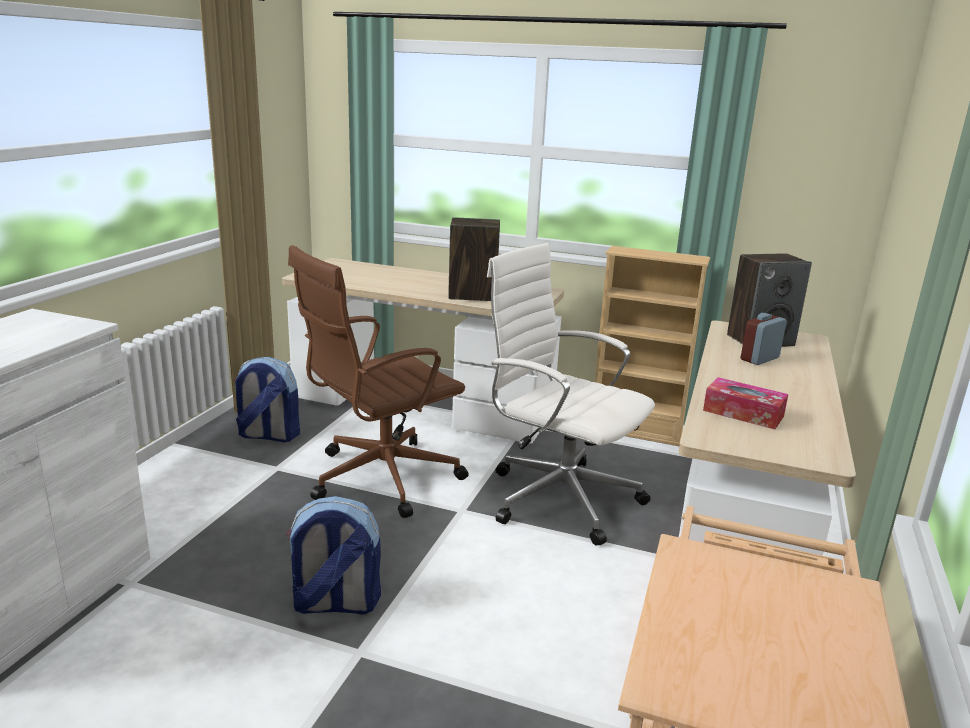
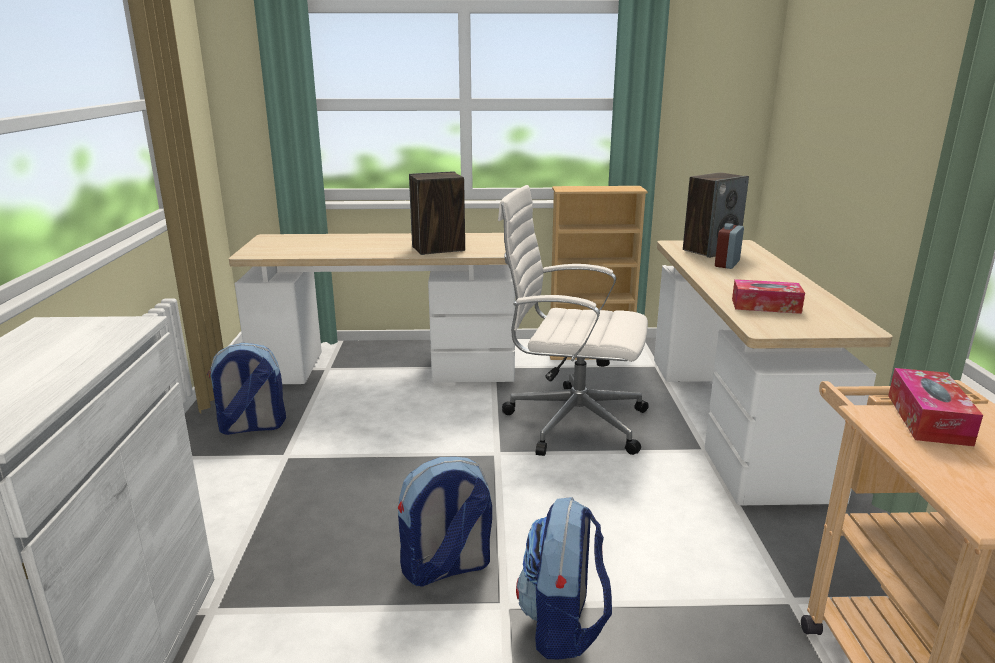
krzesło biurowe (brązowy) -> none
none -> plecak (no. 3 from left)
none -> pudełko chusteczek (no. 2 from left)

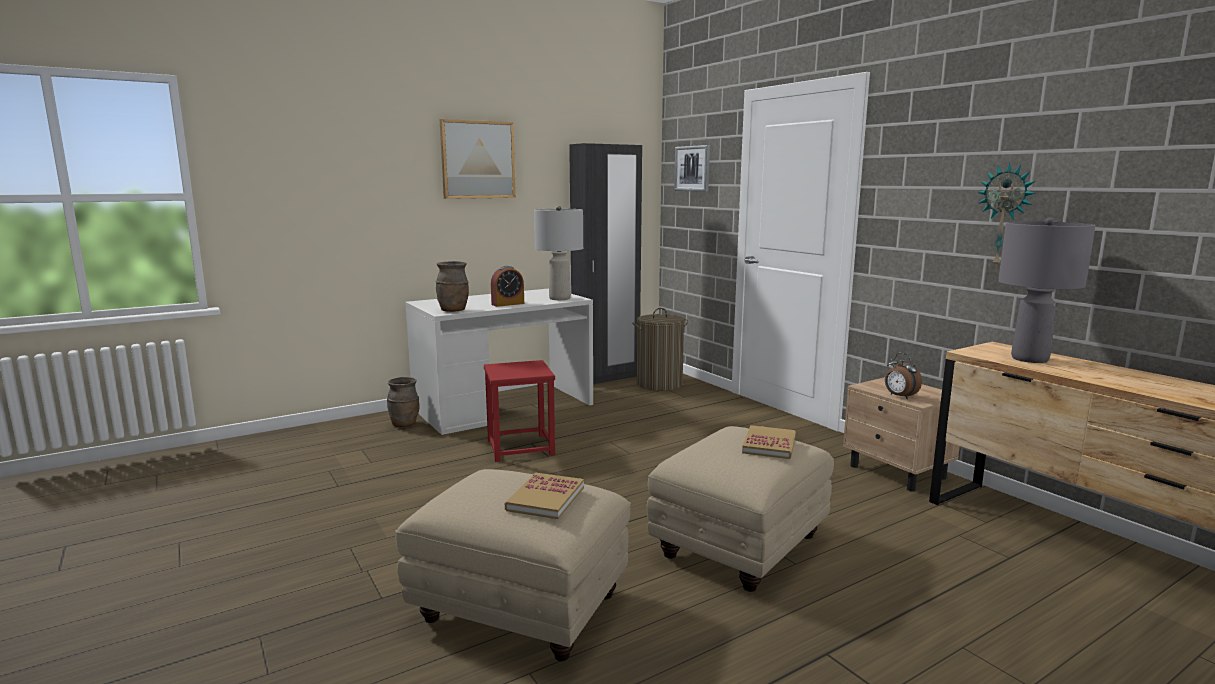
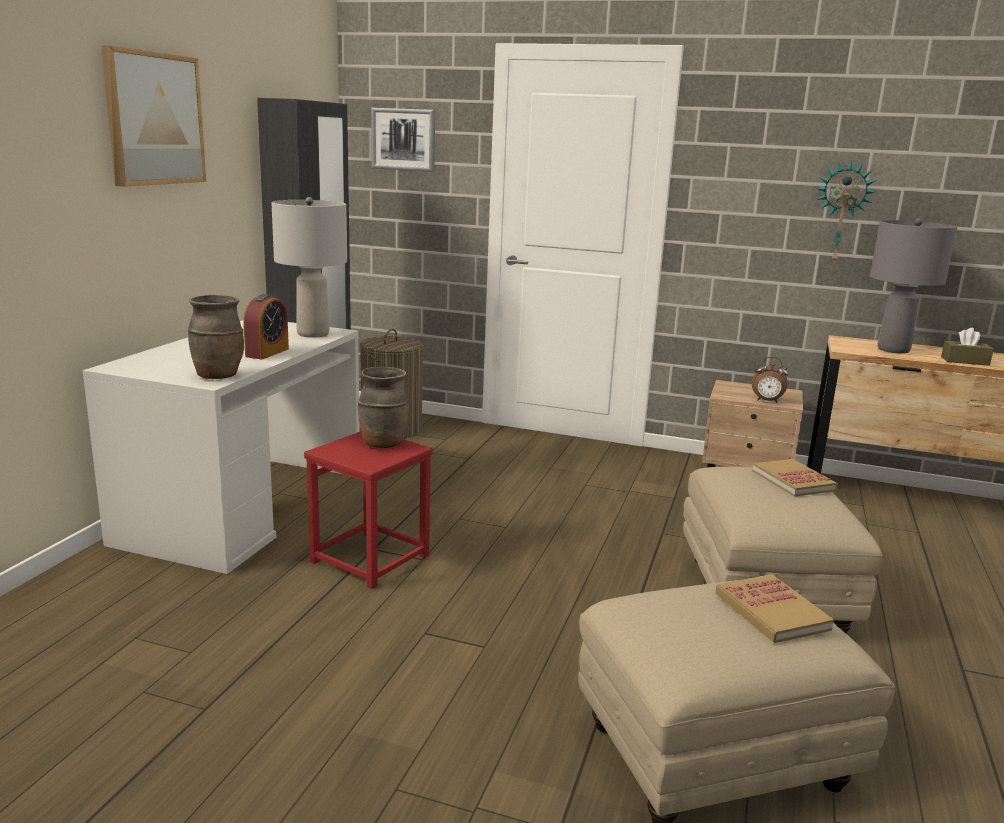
none -> pudełko chusteczek (brązowy)
wazon (brązowy) (no. 1 from left in the first image) -> wazon (brązowy) (no. 2 from left), relocated

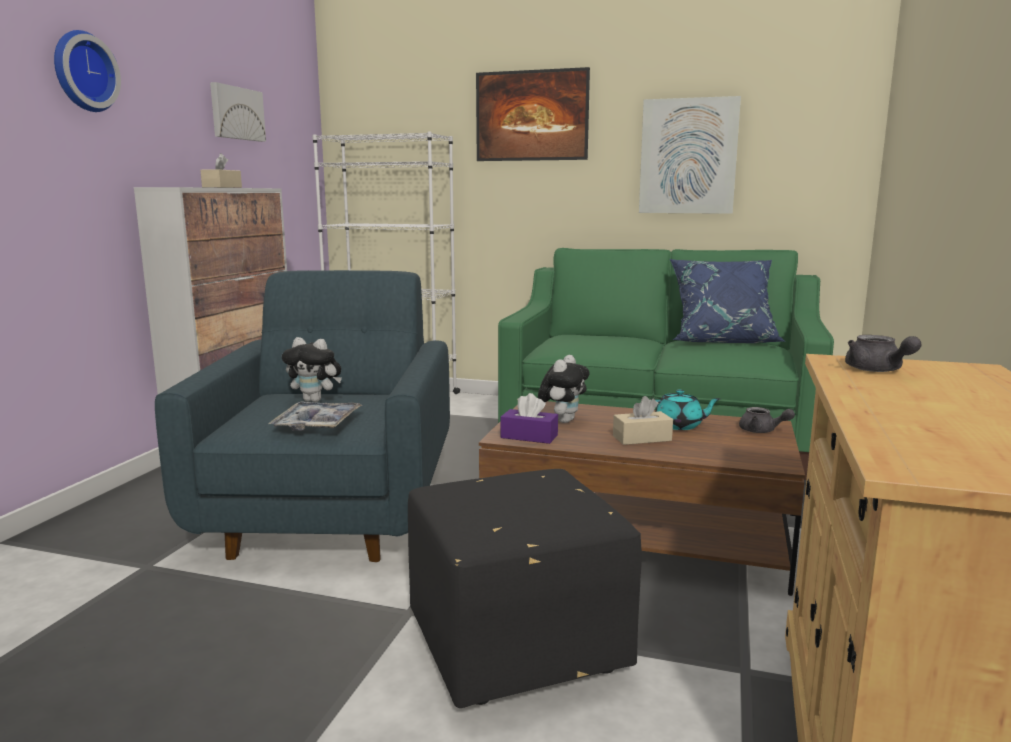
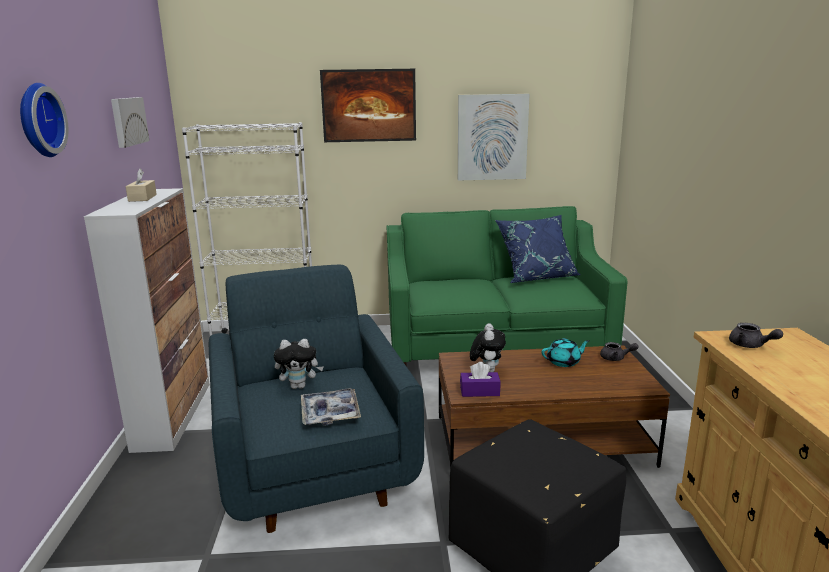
pudełko chusteczek (beżowy) (no. 2 from left) -> none

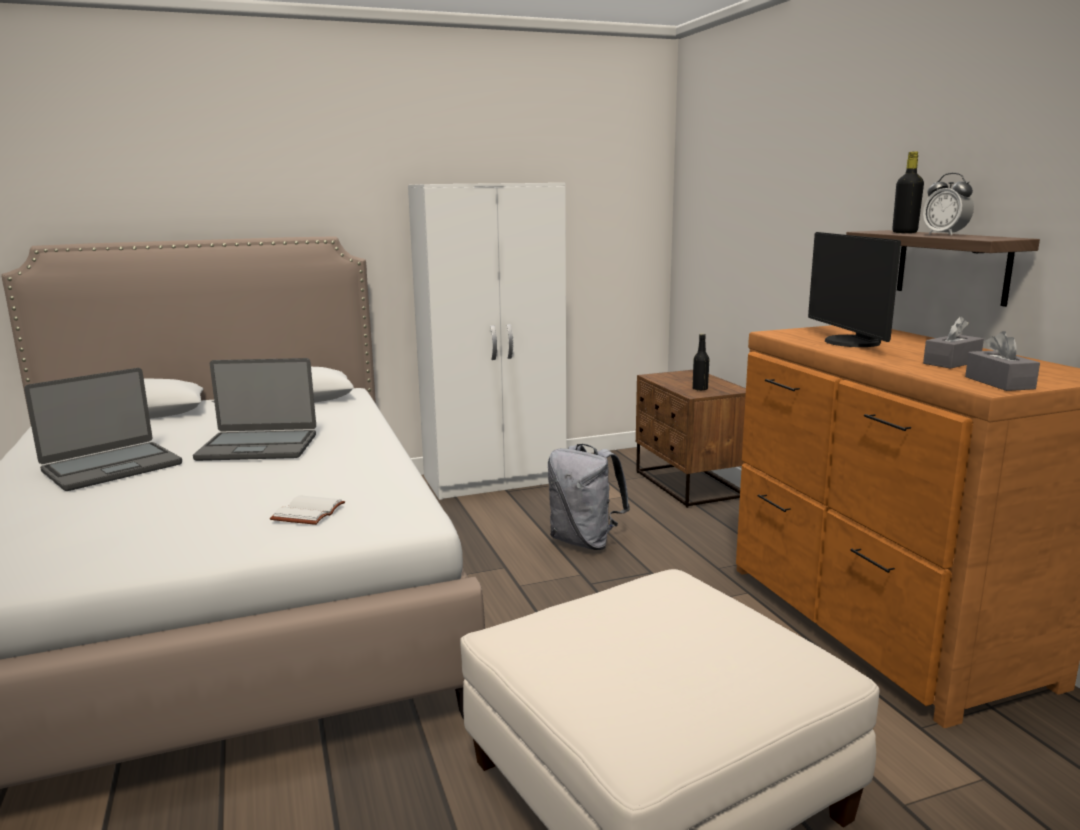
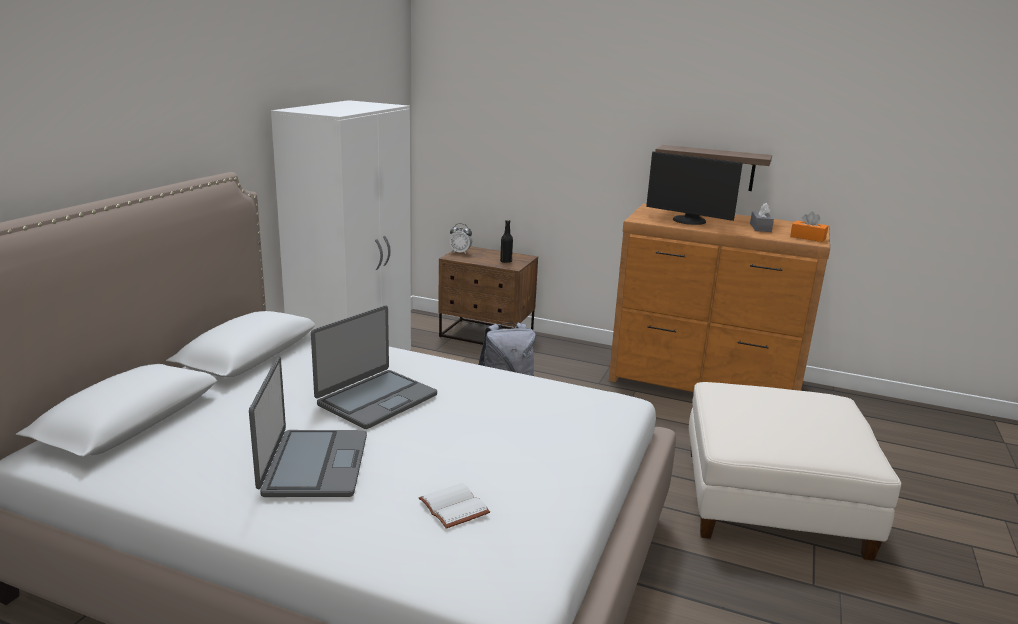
butelka (czarny) (no. 2 from left) -> none
książka (biały), relocated
budzik, relocated
pudełko chusteczek (szary) (no. 2 from left) -> pudełko chusteczek (pomarańczowy)

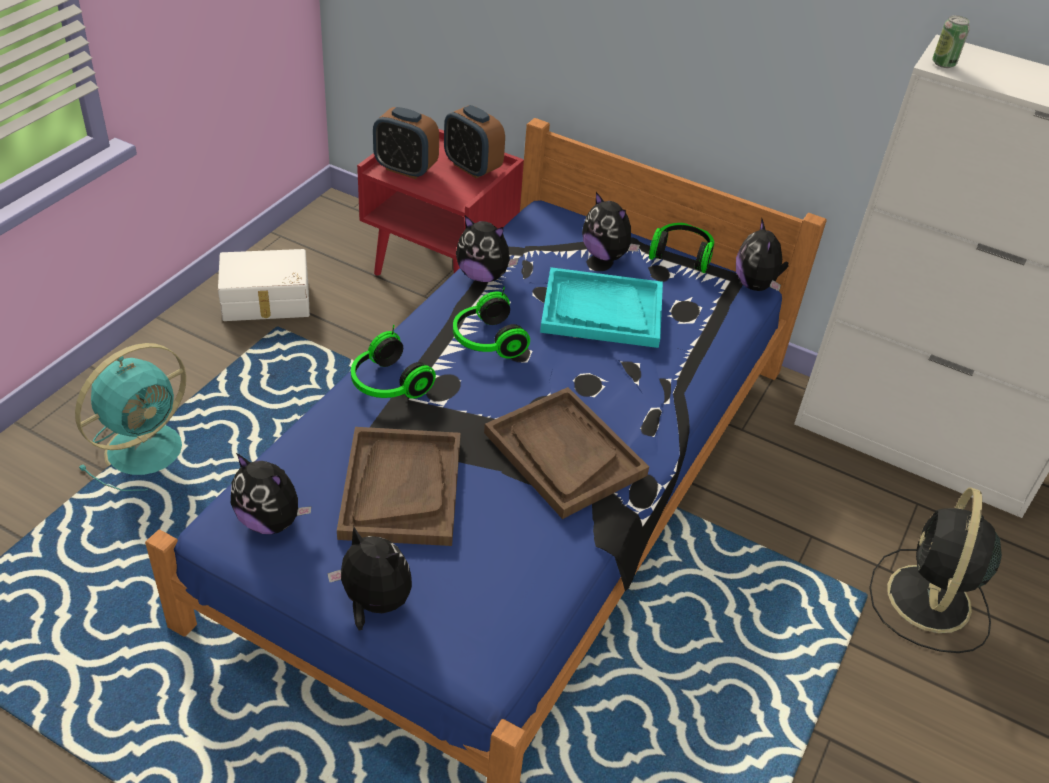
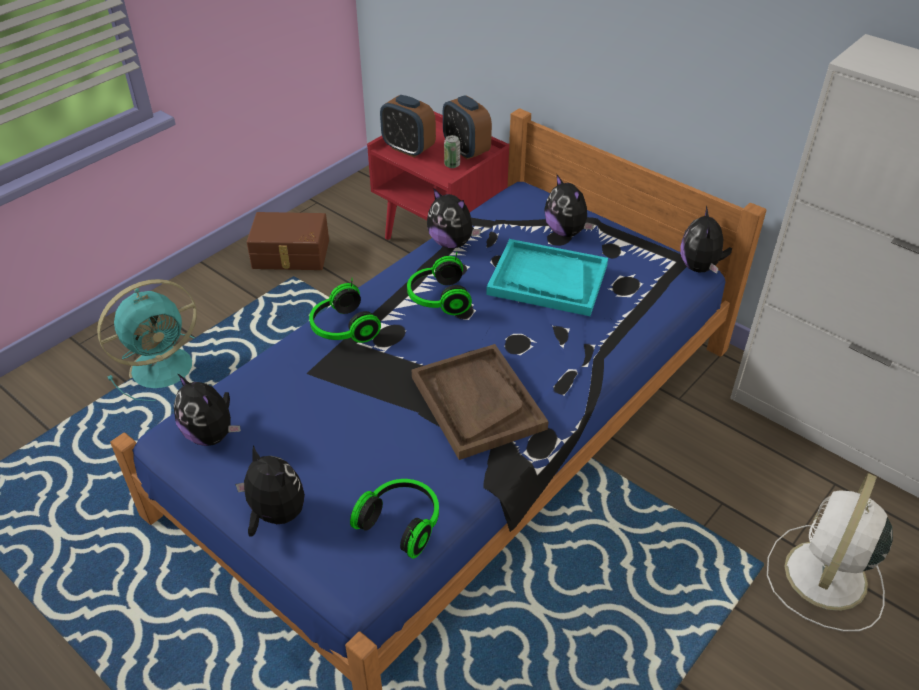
taca (brązowy) (no. 1 from left) -> none
słuchawki (no. 3 from left in the first image) -> słuchawki (no. 2 from left), relocated
puszka, relocated
pojemnik do przechowywania (biały) -> pojemnik do przechowywania (brązowy)
wentylator (czarny) -> wentylator (biały)

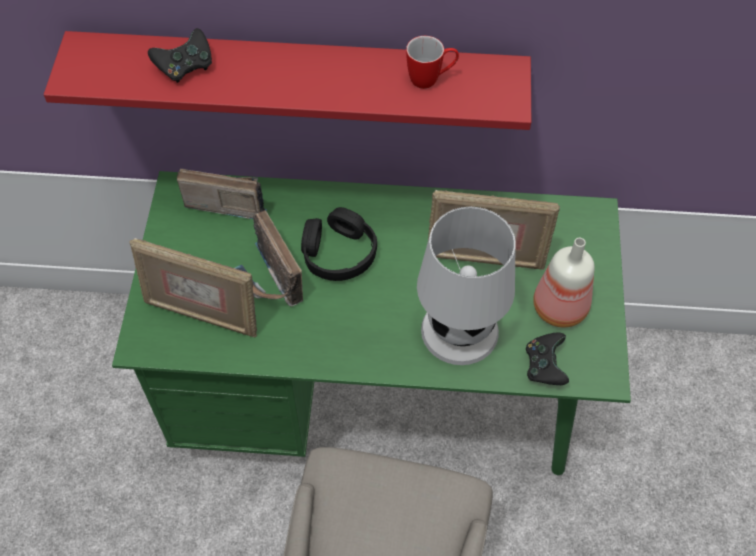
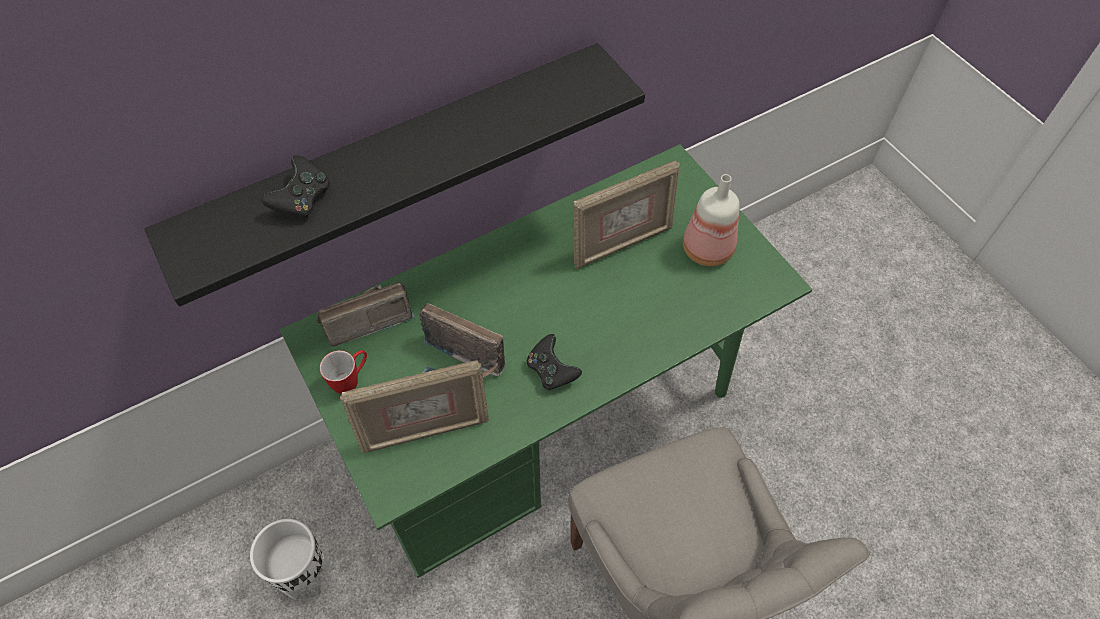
słuchawki (czarny) -> none
lampa stołowa (biały) -> none
none -> donica (biały)
kubek, relocated
pad do gier (czarny) (no. 2 from left), relocated
półka (czerwony) -> półka (czarny)

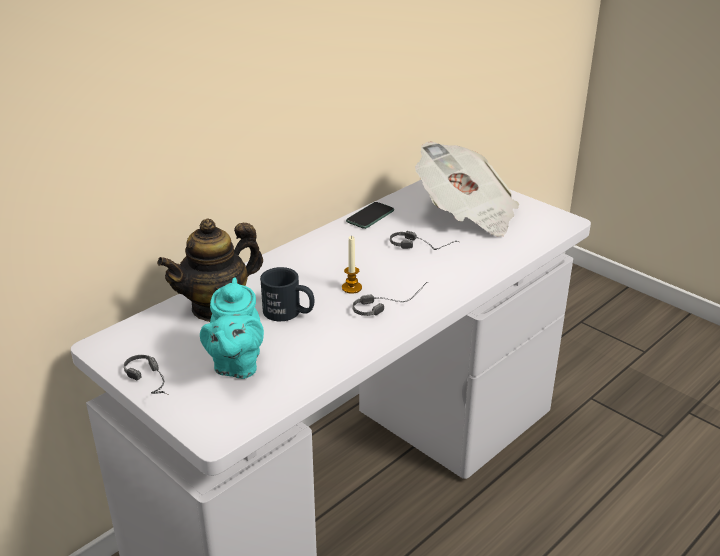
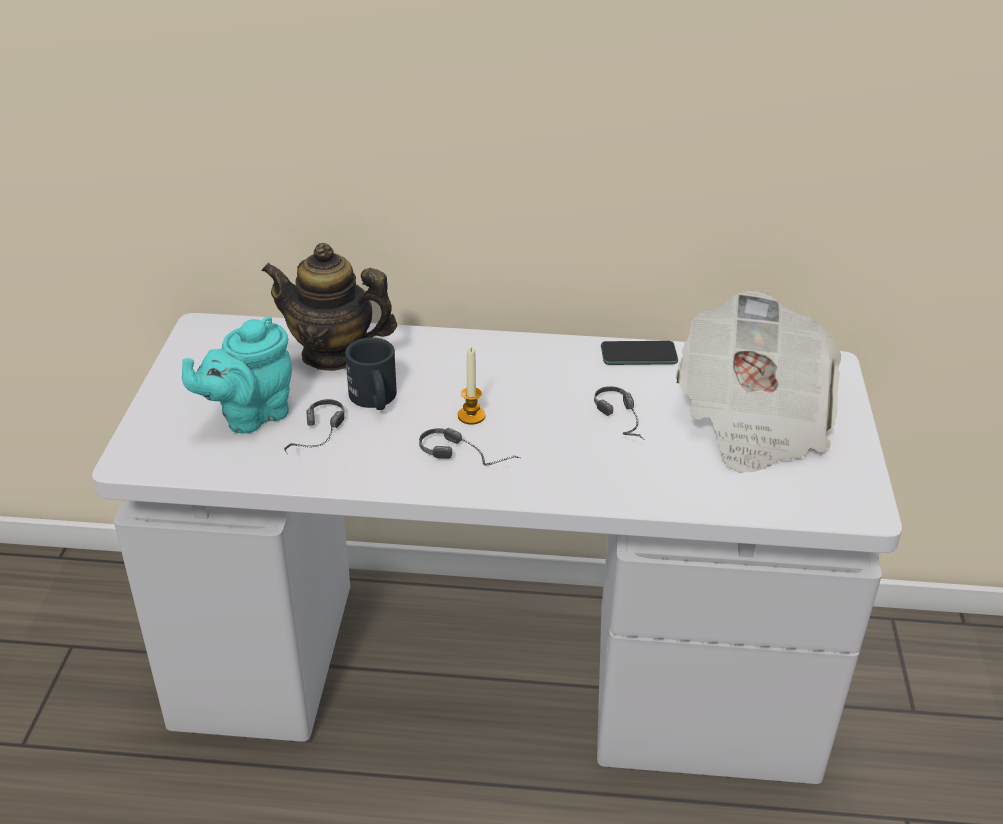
słuchawki (no. 1 from left), relocated

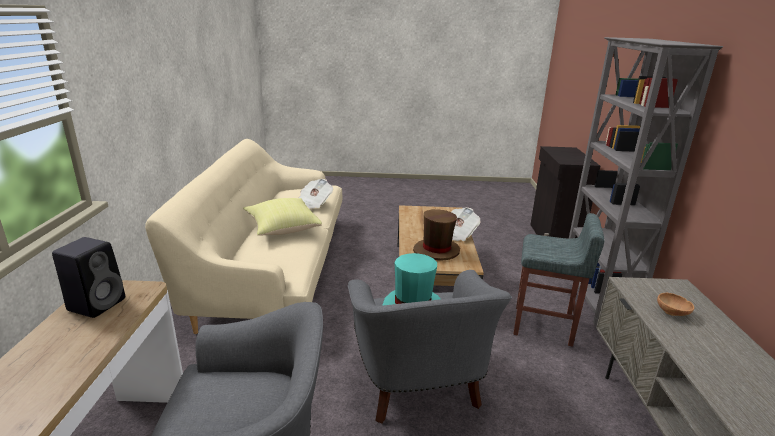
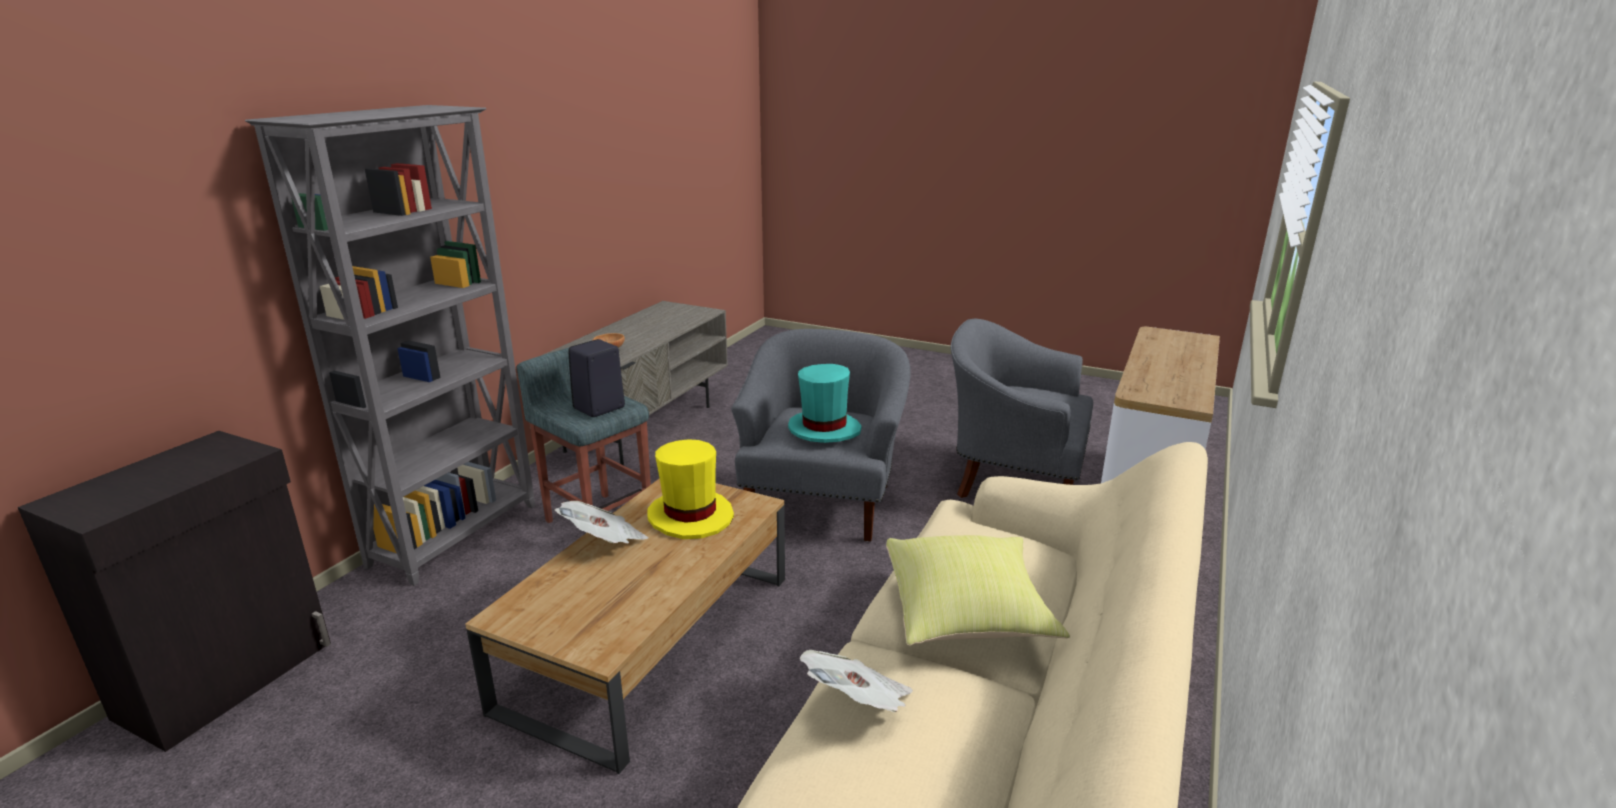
głośnik (czarny), relocated
kapelusz (brązowy) -> kapelusz (żółty)

